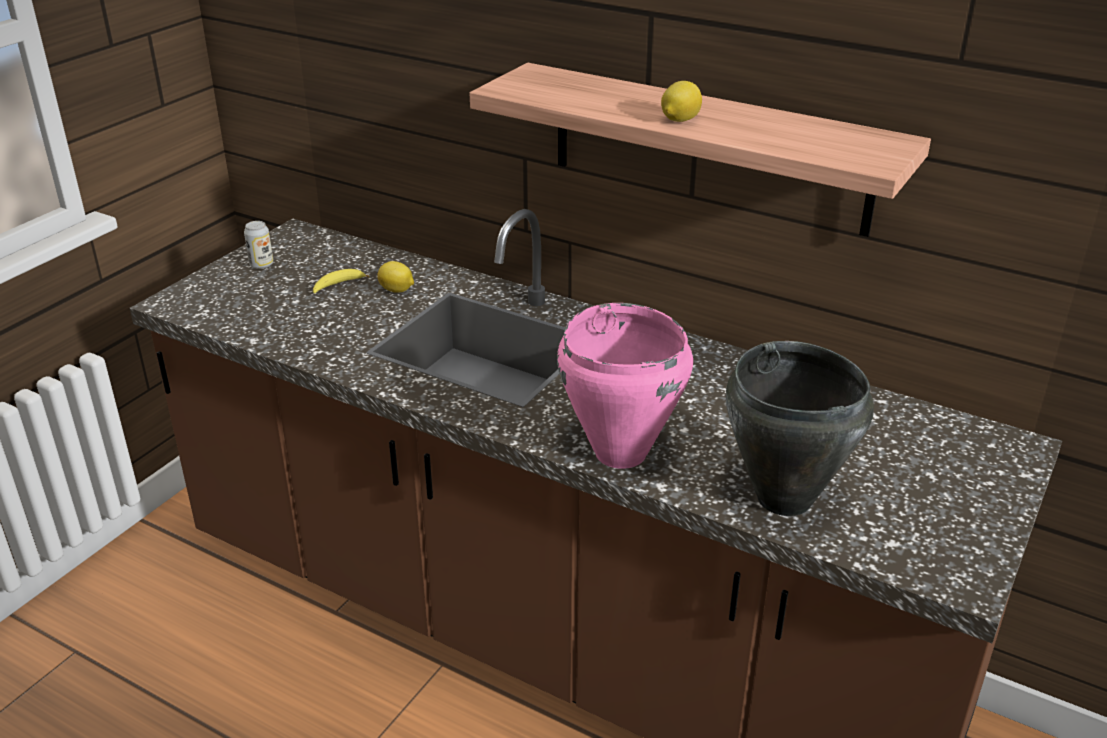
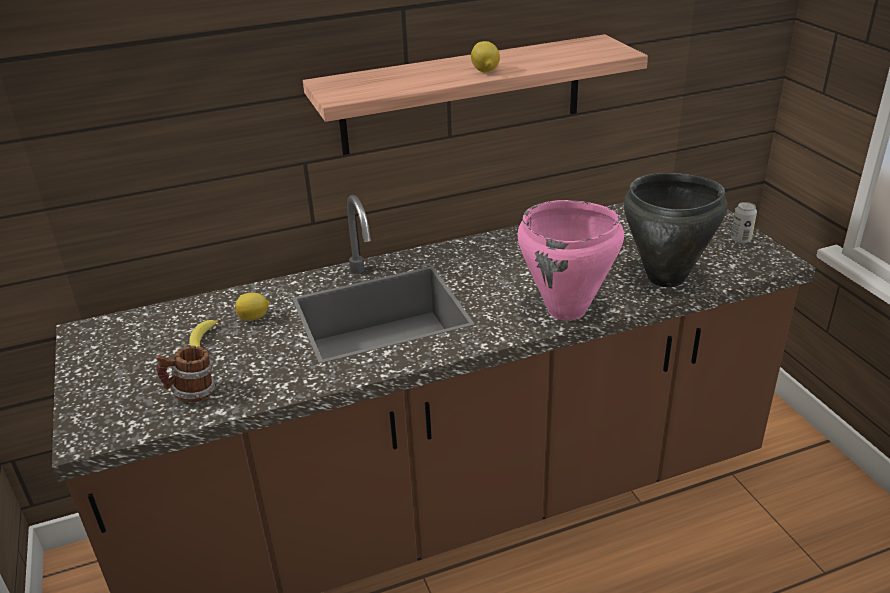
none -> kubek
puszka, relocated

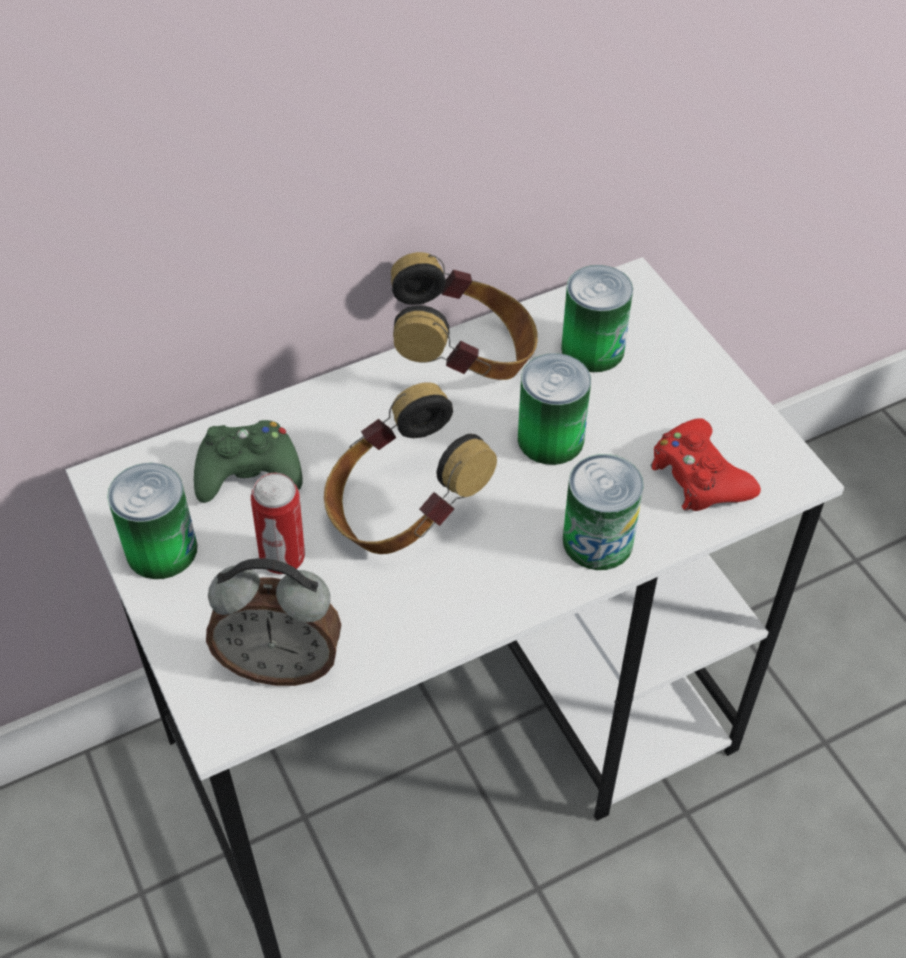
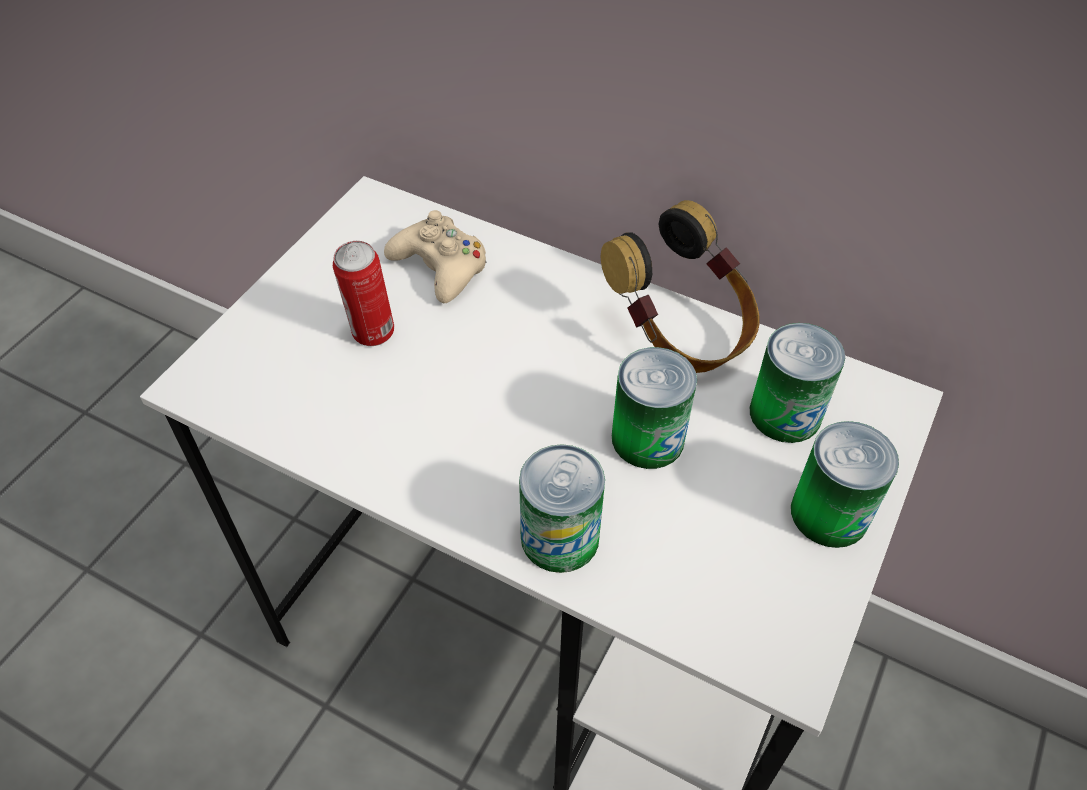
budzik -> none
słuchawki (no. 1 from left) -> none
pad do gier (czerwony) -> none
puszka (no. 1 from left in the first image) -> puszka (no. 5 from left), relocated
pad do gier (zielony) -> pad do gier (beżowy)

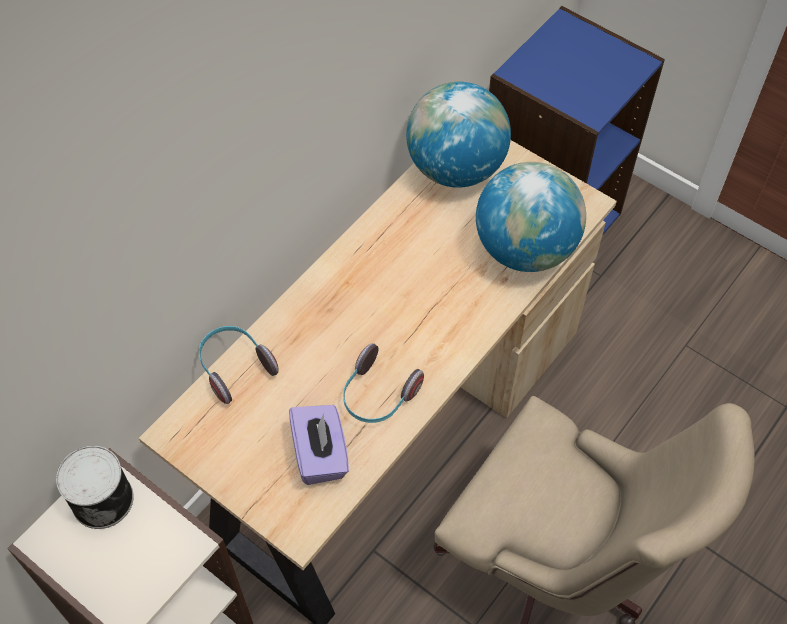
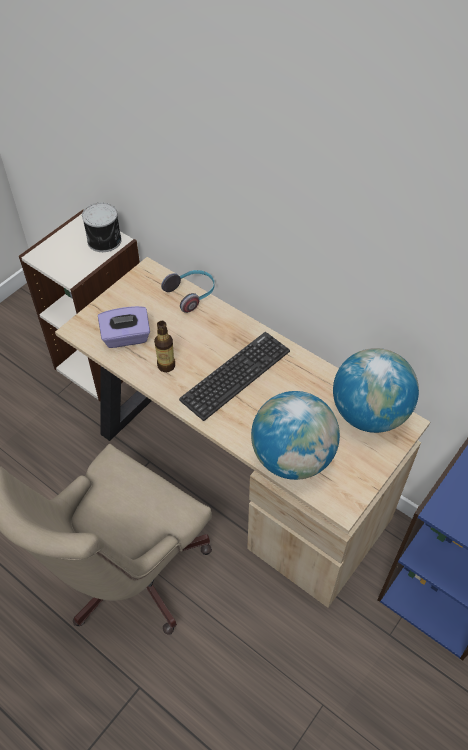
none -> klawiatura
słuchawki (no. 2 from left) -> butelka

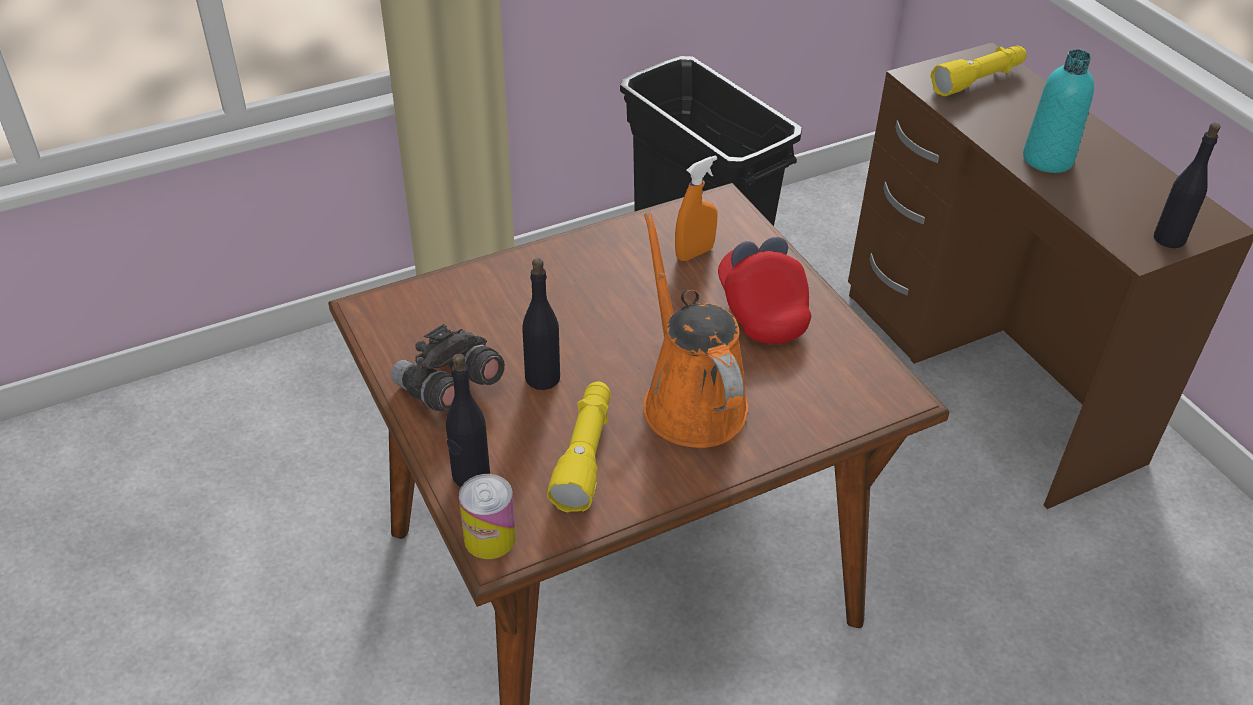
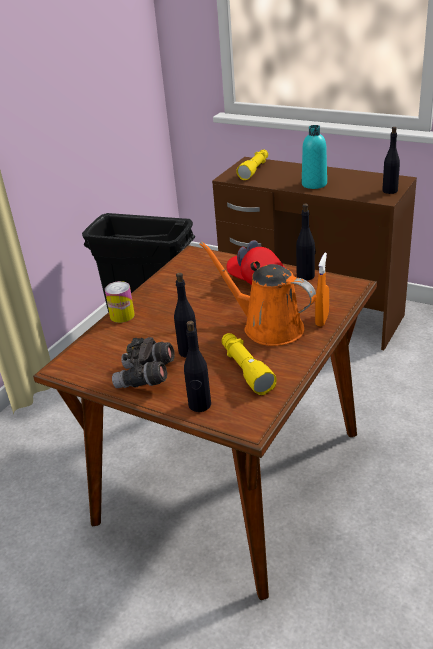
none -> butelka (czarny) (no. 3 from left)
puszka, relocated
spryskiwacz (pomarańczowy), relocated

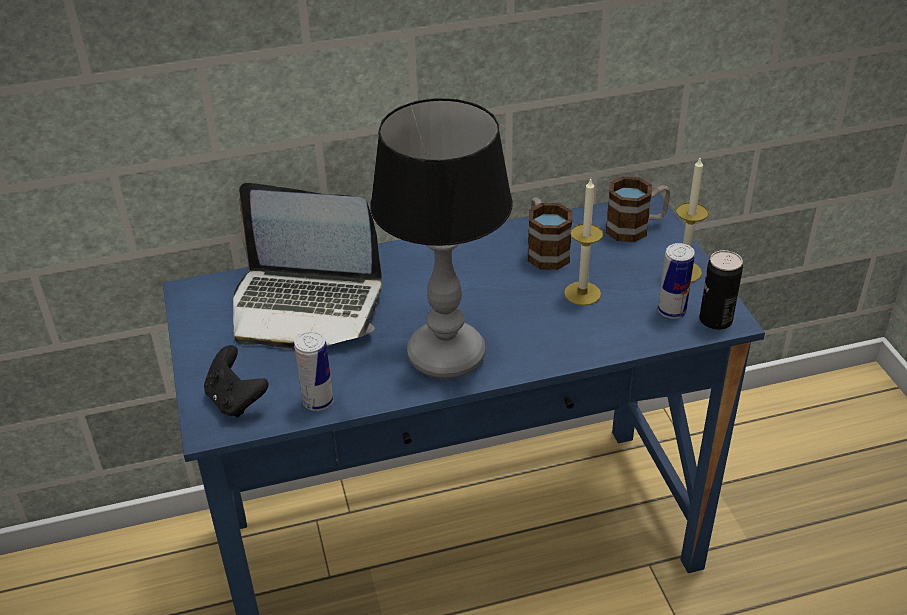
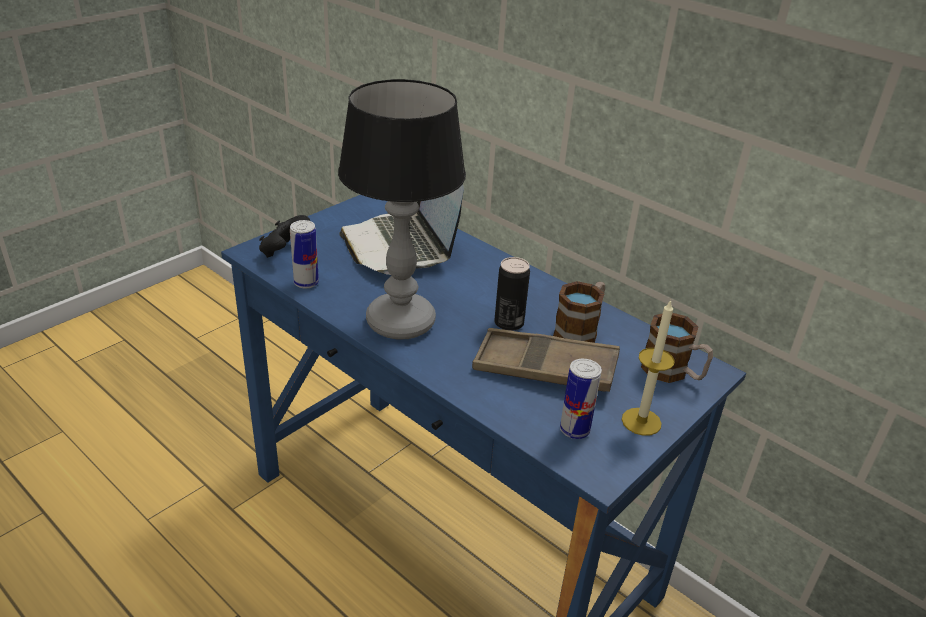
puszka (no. 3 from left in the first image) -> puszka (no. 2 from left), relocated
świeca (no. 1 from left) -> taca (brązowy)

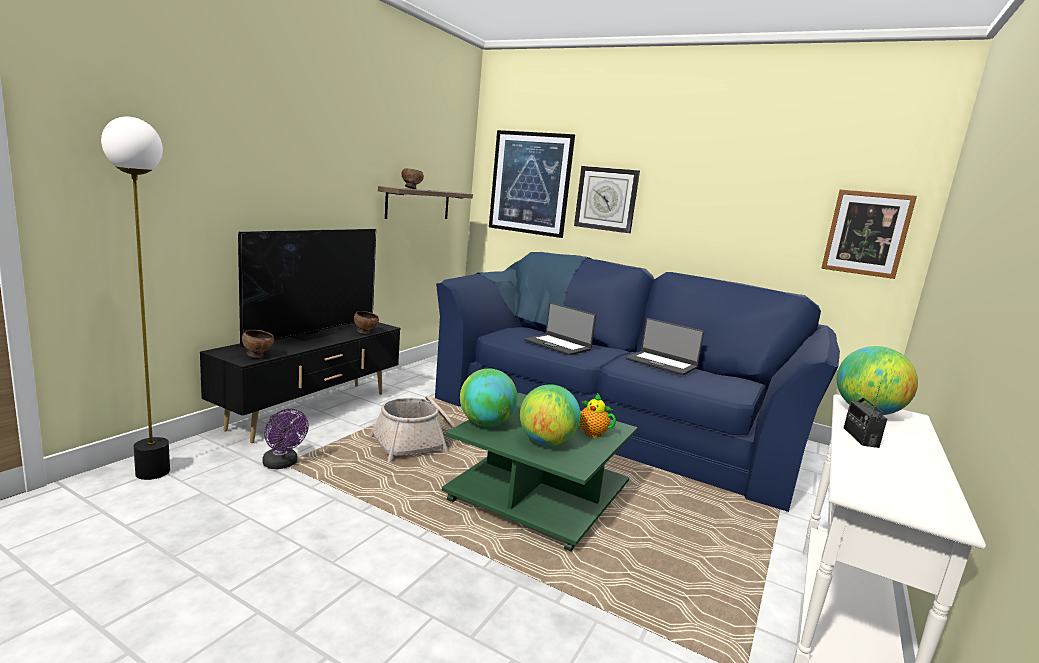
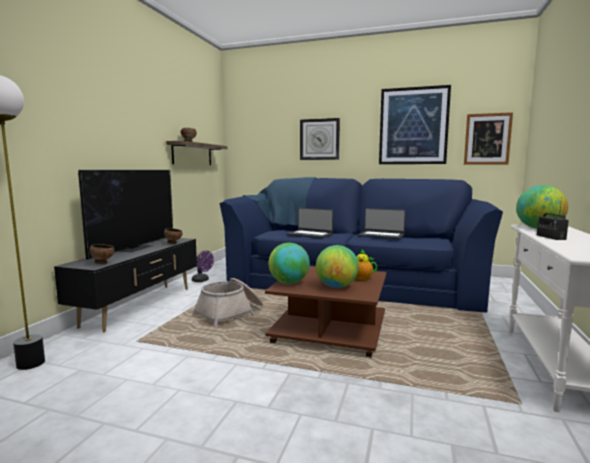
wentylator (fioletowy), relocated
obraz (no. 1 from left), relocated
ława (zielony) -> ława (brązowy)

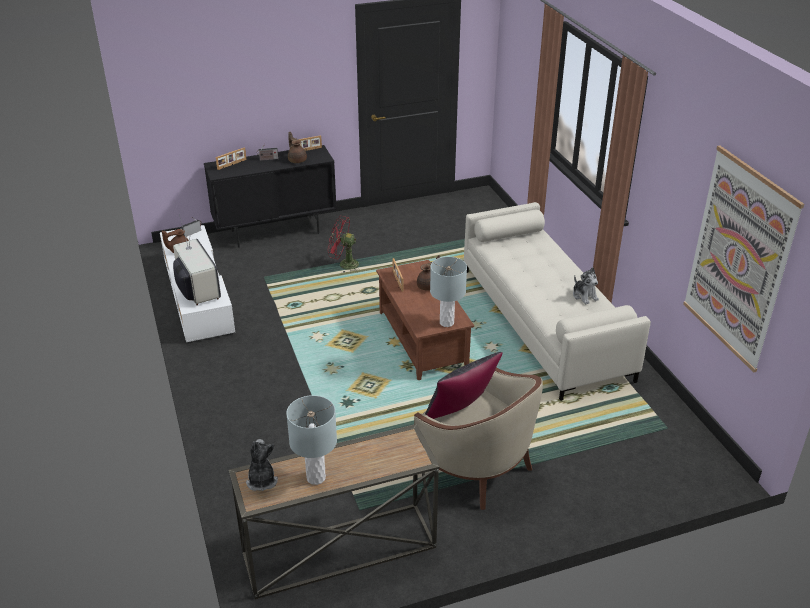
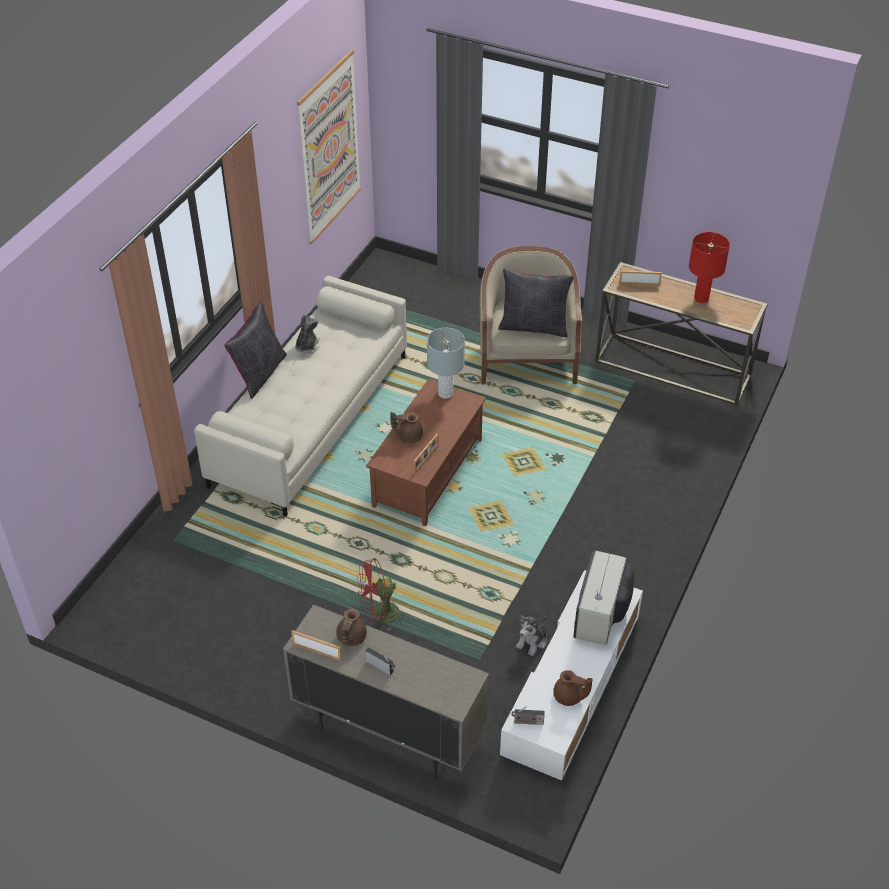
none -> poduszka (czarny) (no. 1 from left)
ramka na zdjęcie (no. 1 from left in the first image) -> ramka na zdjęcie (no. 3 from left), relocated
pluszak (no. 1 from left in the first image) -> pluszak (no. 2 from left), relocated
szafka (czarny) -> szafka (beżowy)
lampa stołowa (szary) (no. 1 from left) -> lampa stołowa (czerwony)
wentylator (czerwony), 105 degrees clockwise

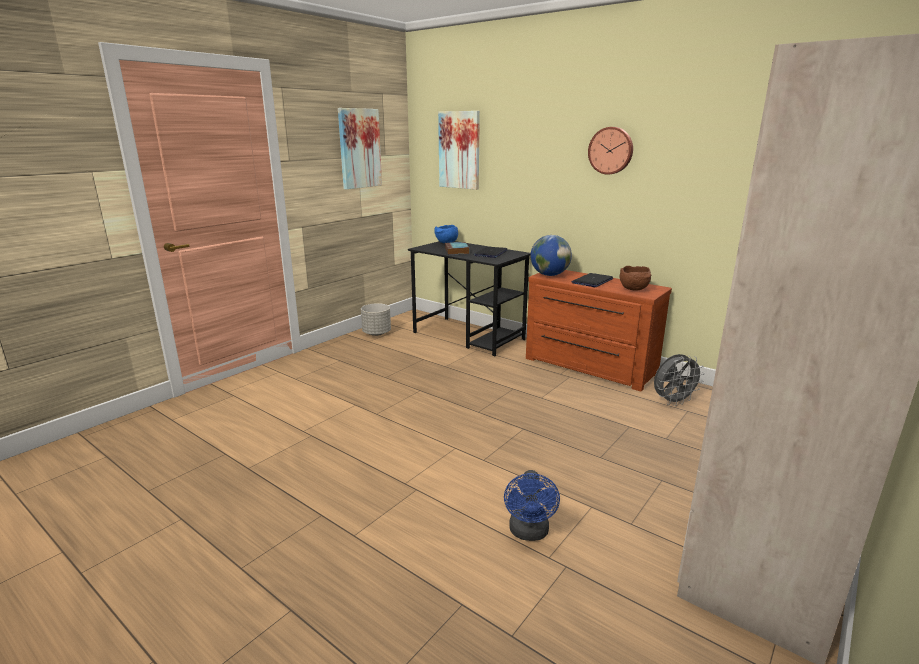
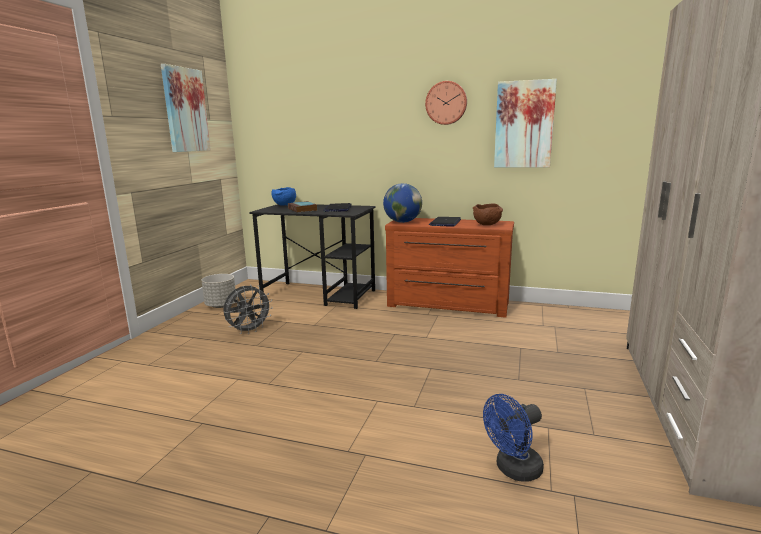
obraz (no. 2 from left), relocated
wentylator (szary), relocated
wentylator (niebieski), 75 degrees clockwise

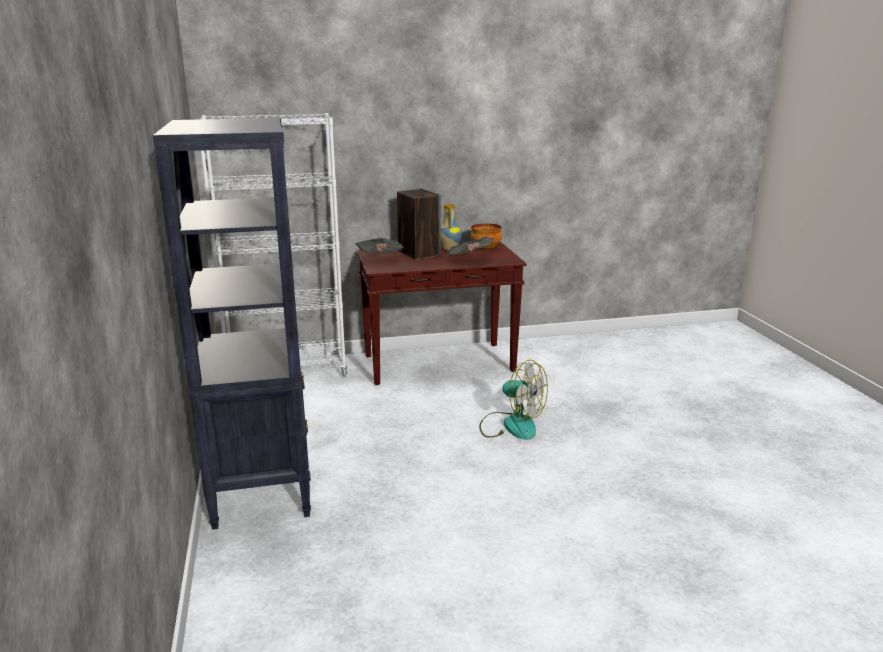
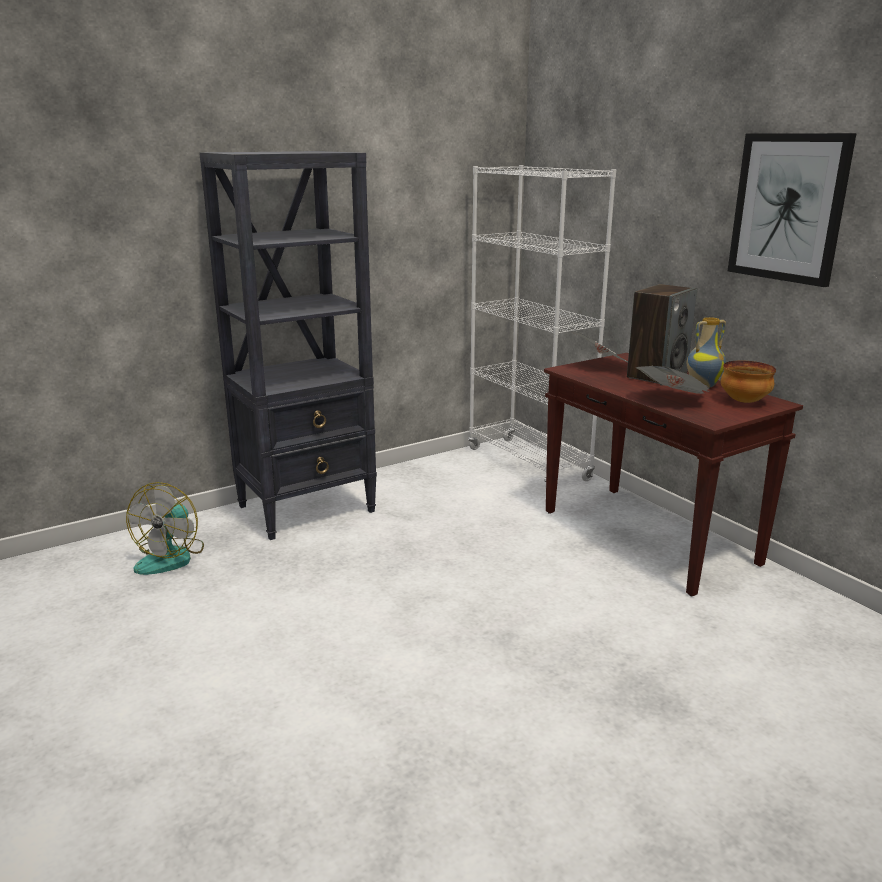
none -> obraz
wentylator, relocated

